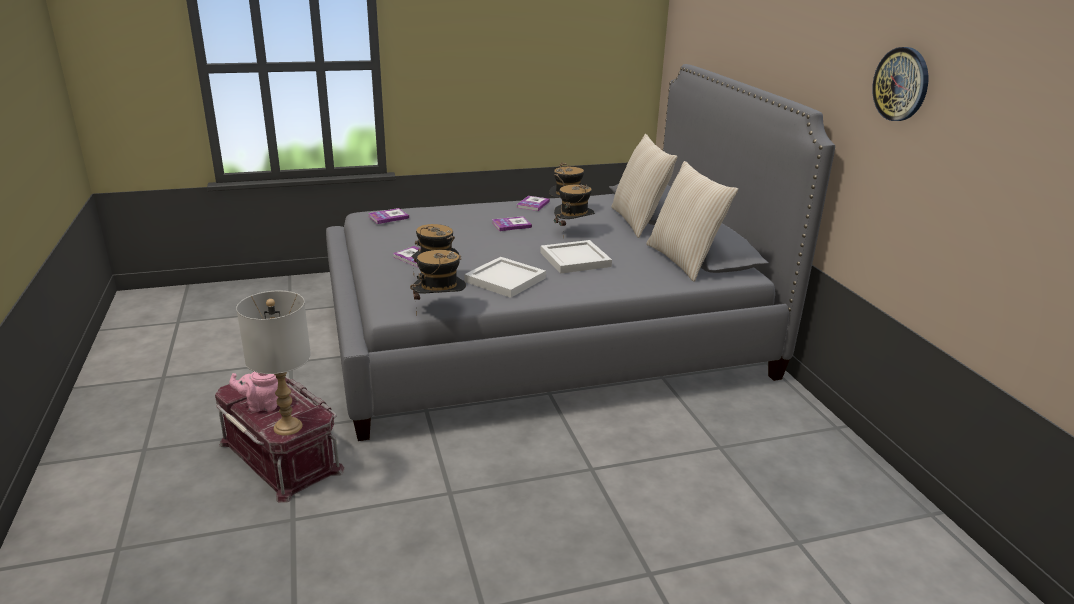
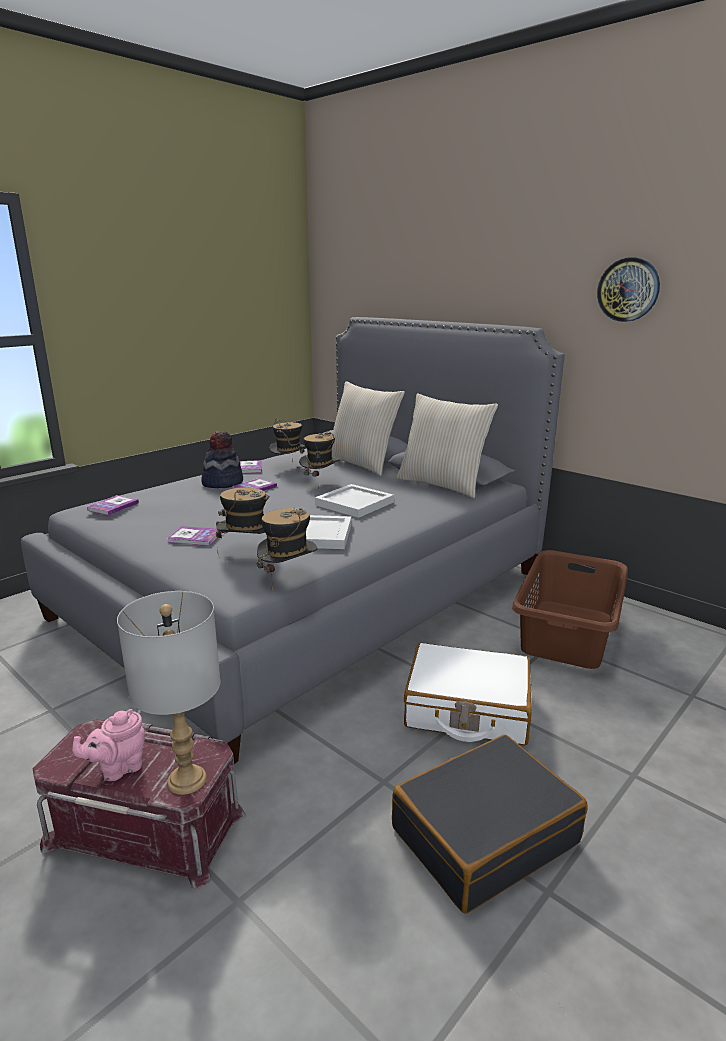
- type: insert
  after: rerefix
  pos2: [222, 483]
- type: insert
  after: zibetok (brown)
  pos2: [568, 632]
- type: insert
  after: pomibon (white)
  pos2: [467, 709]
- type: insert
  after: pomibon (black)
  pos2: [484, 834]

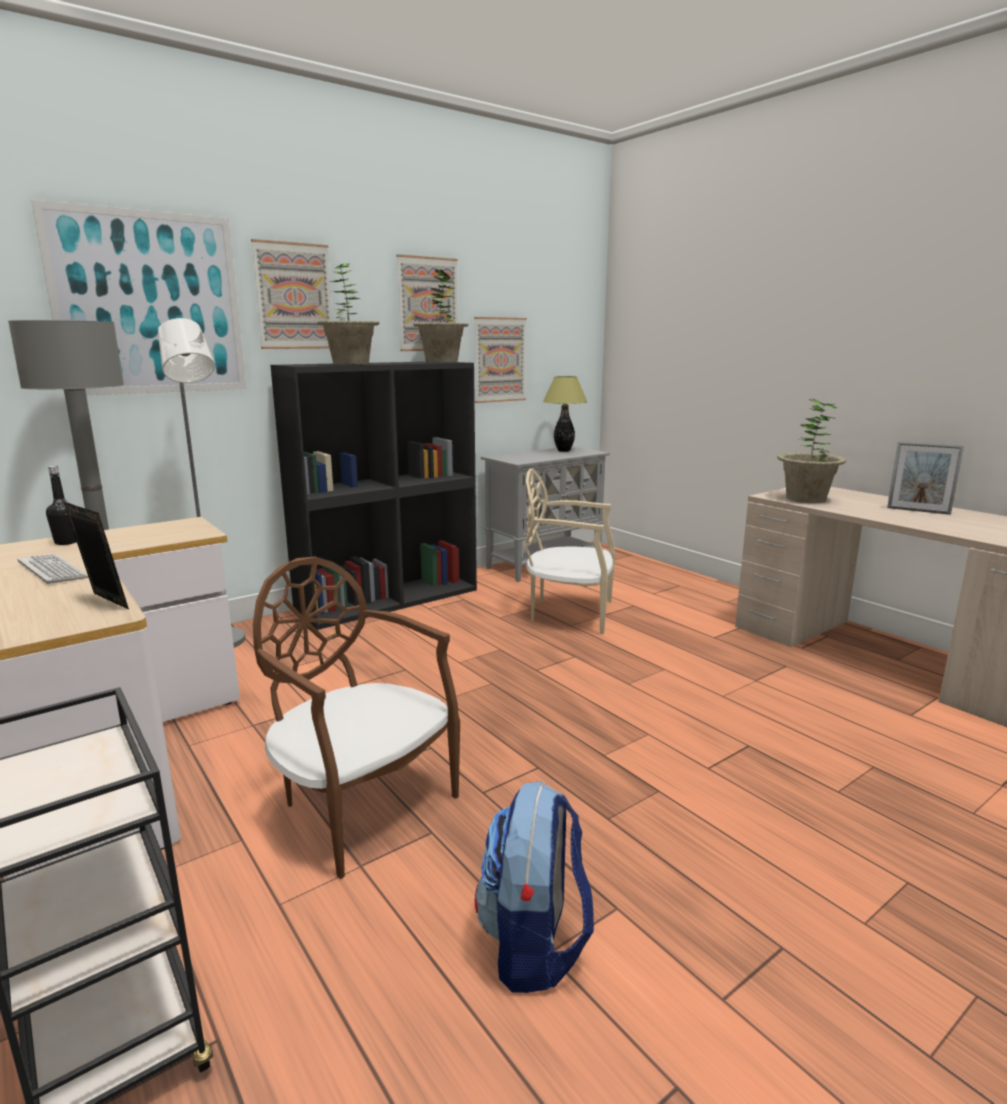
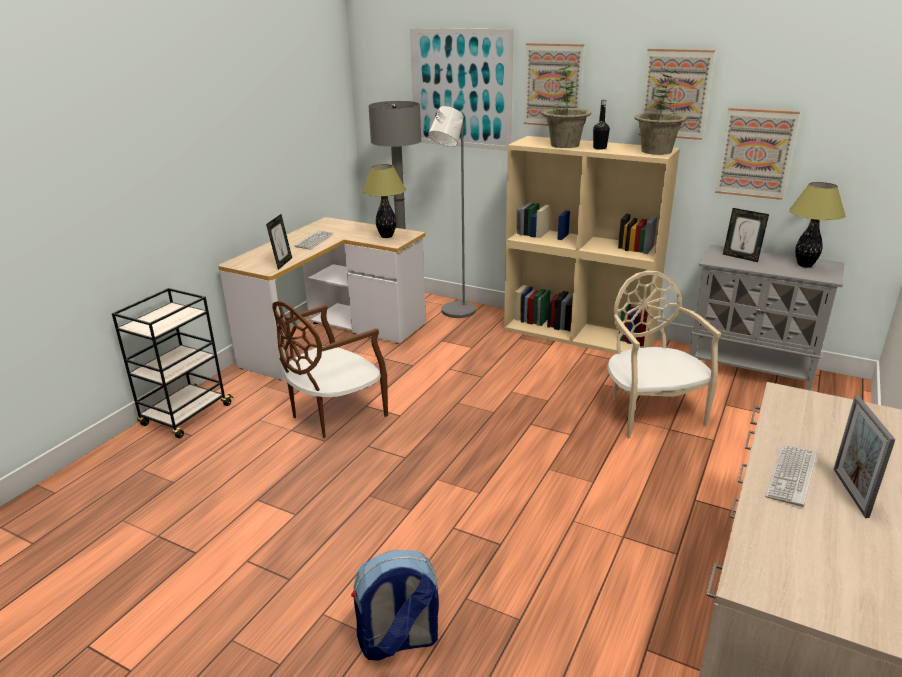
- type: recolor
  before: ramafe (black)
  after: ramafe (beige)
  pos1: [389, 599]
  pos2: [579, 334]
- type: delete
  before: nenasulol
  pos1: [805, 499]
- type: move
  before: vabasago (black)
  pos1: [67, 542]
  pos2: [599, 148]
- type: rotate
  before: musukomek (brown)
  pos1: [361, 806]
  pos2: [334, 414]
  turn: -150
- type: move
  before: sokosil
  pos1: [534, 944]
  pos2: [398, 641]
- type: insert
  after: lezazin
  pos2: [386, 236]
- type: insert
  after: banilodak
  pos2: [741, 257]
- type: insert
  after: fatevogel
  pos2: [791, 476]

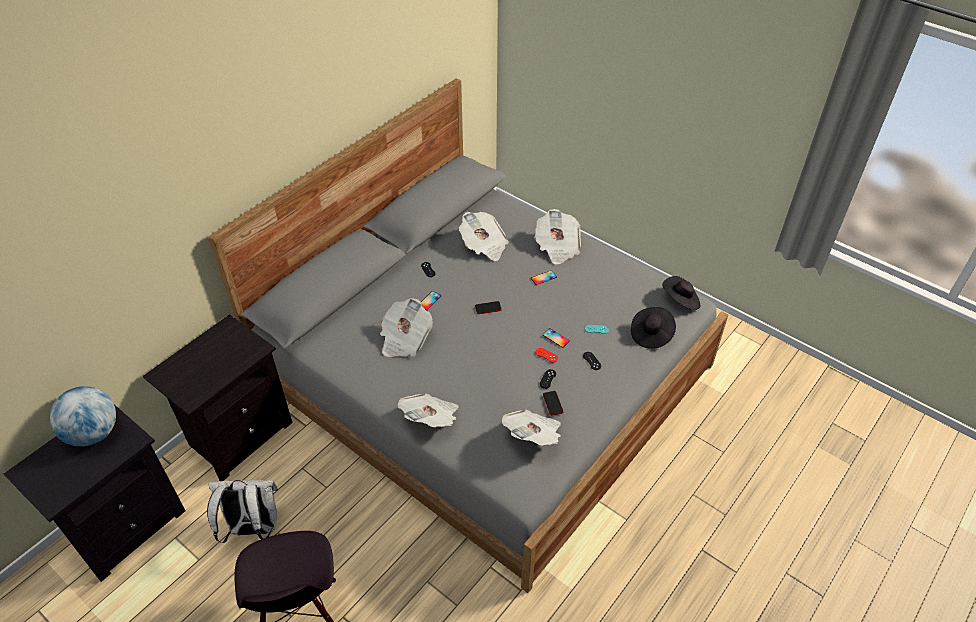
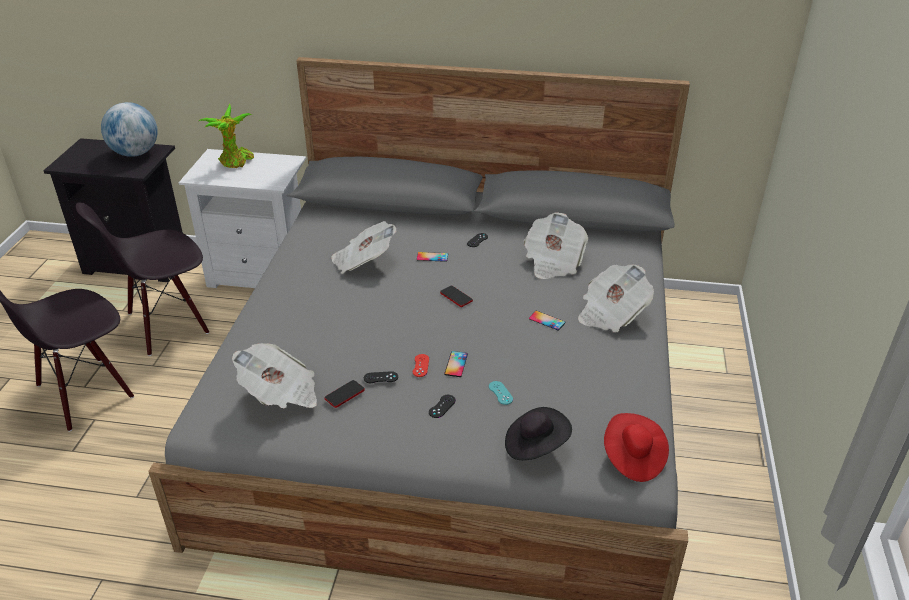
- type: recolor
  before: rerefix (black)
  after: rerefix (red)
  pos1: [680, 301]
  pos2: [632, 458]
- type: recolor
  before: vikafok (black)
  after: vikafok (white)
  pos1: [238, 434]
  pos2: [262, 273]
- type: delete
  before: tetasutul
  pos1: [431, 419]
- type: replace
  before: sokosil (white)
  after: musukomek (black)
  pos1: [252, 528]
  pos2: [167, 324]
- type: insert
  after: nenasulol
  pos2: [235, 162]

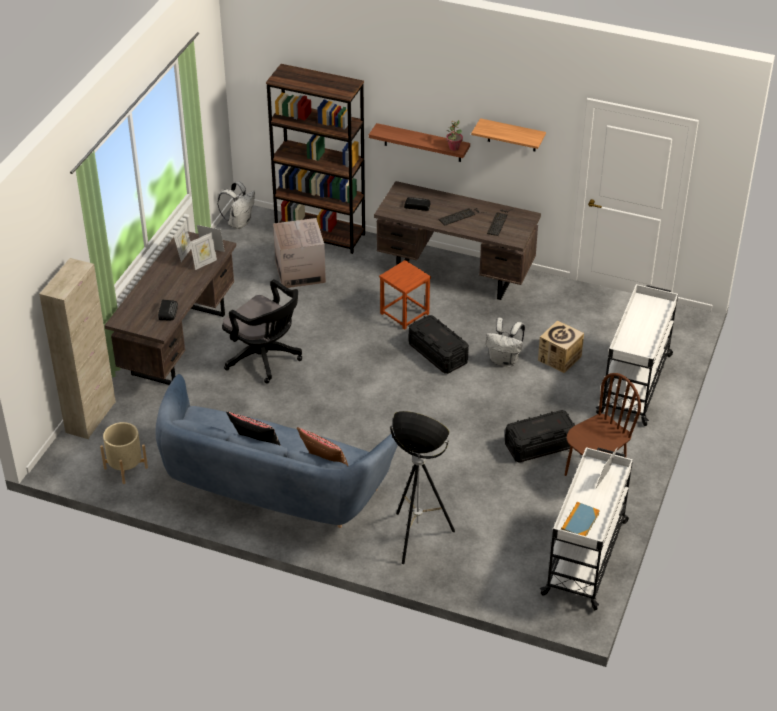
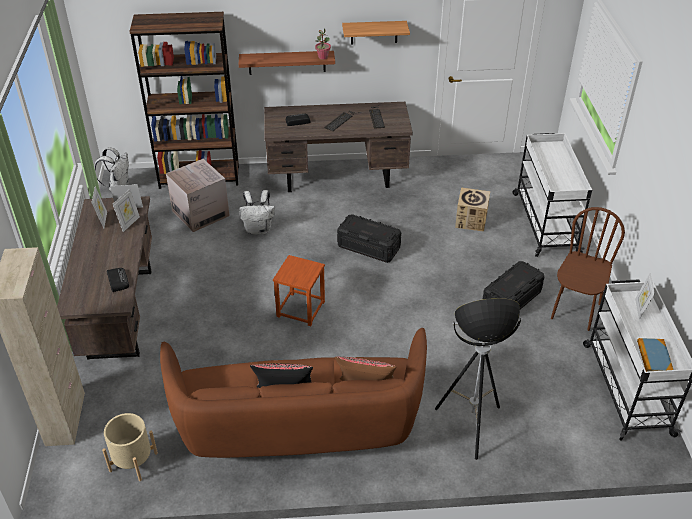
- type: move
  before: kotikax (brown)
  pos1: [404, 313]
  pos2: [300, 309]
- type: delete
  before: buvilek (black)
  pos1: [265, 359]
- type: move
  before: sokosil (white)
  pos1: [505, 361]
  pos2: [259, 229]
- type: recolor
  before: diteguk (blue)
  after: diteguk (brown)
  pos1: [271, 486]
  pos2: [298, 425]

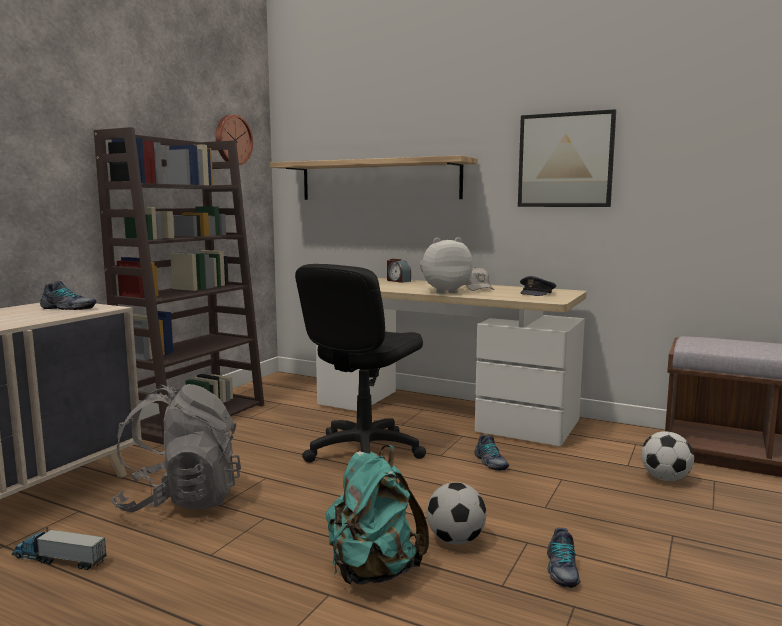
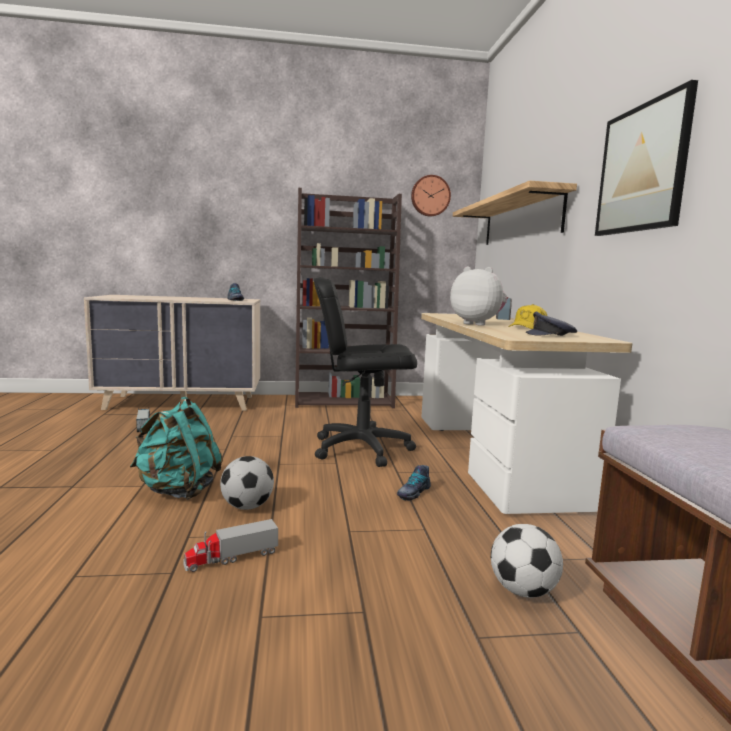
- type: recolor
  before: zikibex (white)
  after: zikibex (yellow)
  pos1: [477, 288]
  pos2: [528, 327]
- type: delete
  before: sokosil (grey)
  pos1: [181, 500]
- type: replace
  before: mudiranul
  after: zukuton
  pos1: [561, 570]
  pos2: [231, 557]

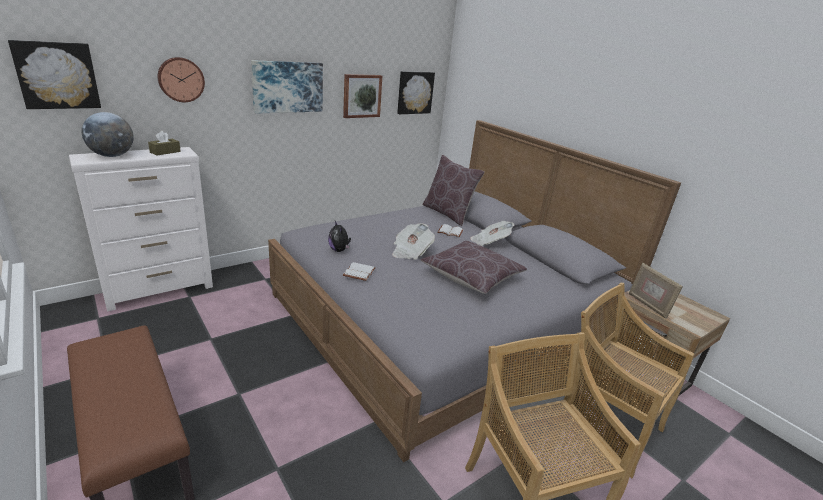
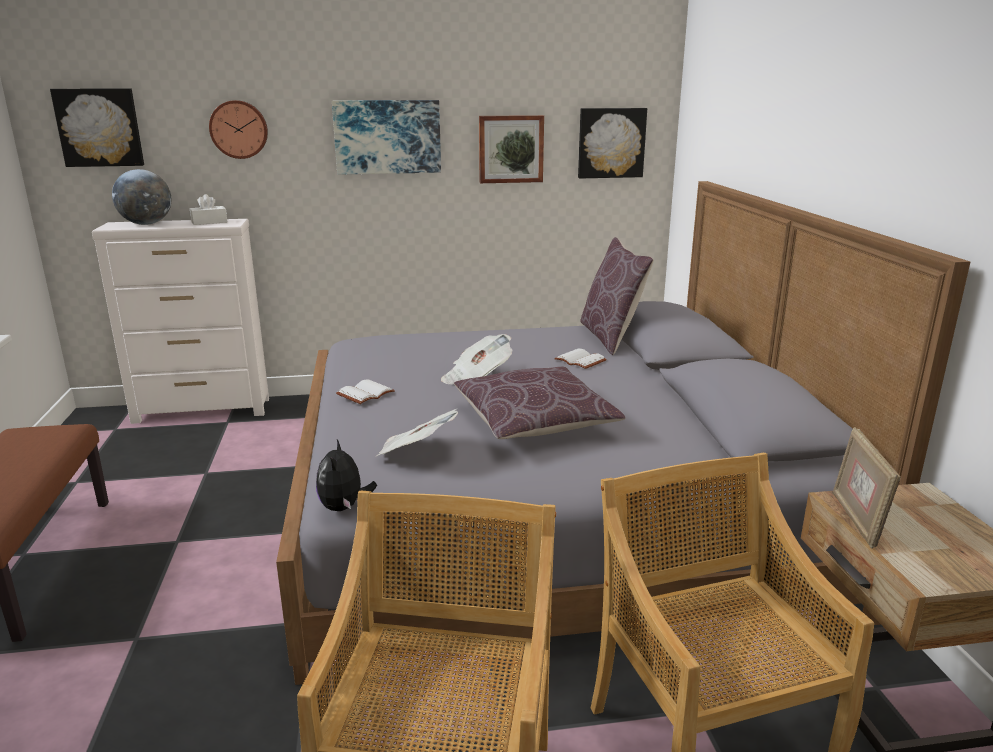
- type: recolor
  before: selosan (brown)
  after: selosan (white)
  pos1: [165, 152]
  pos2: [209, 222]
- type: move
  before: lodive
  pos1: [339, 250]
  pos2: [344, 507]
- type: move
  before: tetasutul
  pos1: [490, 242]
  pos2: [417, 453]

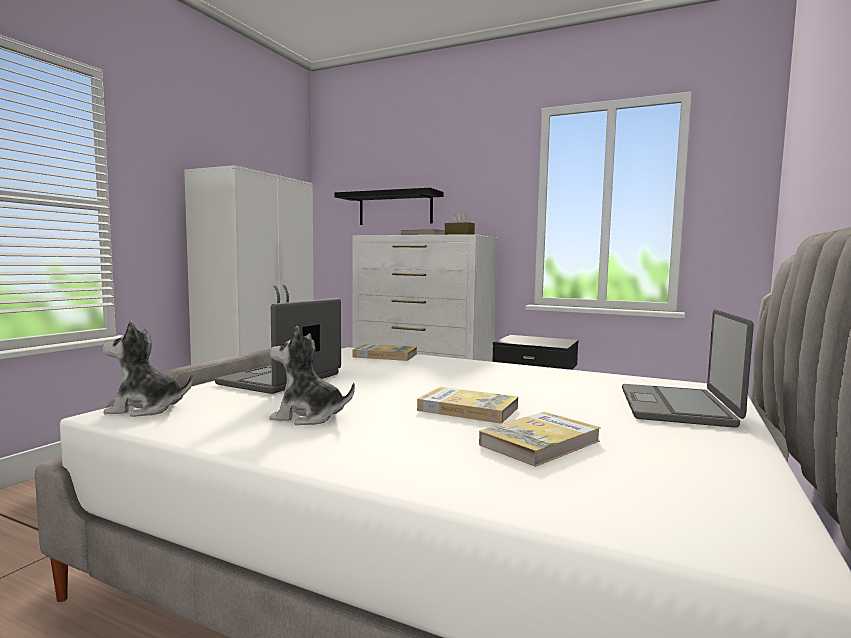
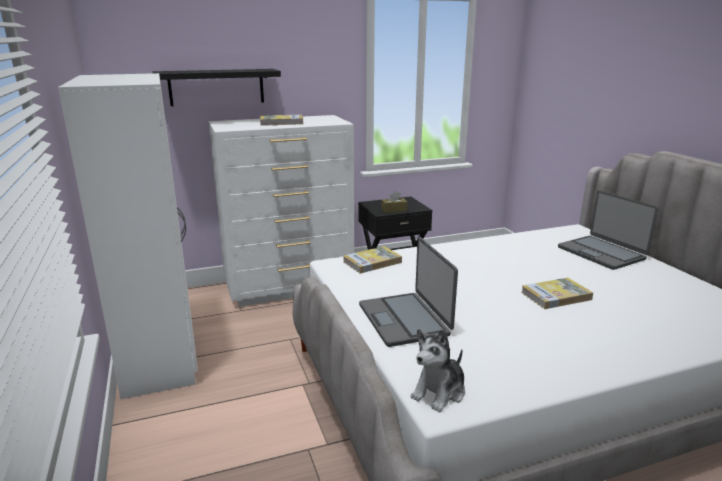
- type: move
  before: selosan (brown)
  pos1: [459, 235]
  pos2: [394, 210]
- type: delete
  before: lodive
  pos1: [308, 417]
- type: delete
  before: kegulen
  pos1: [540, 443]

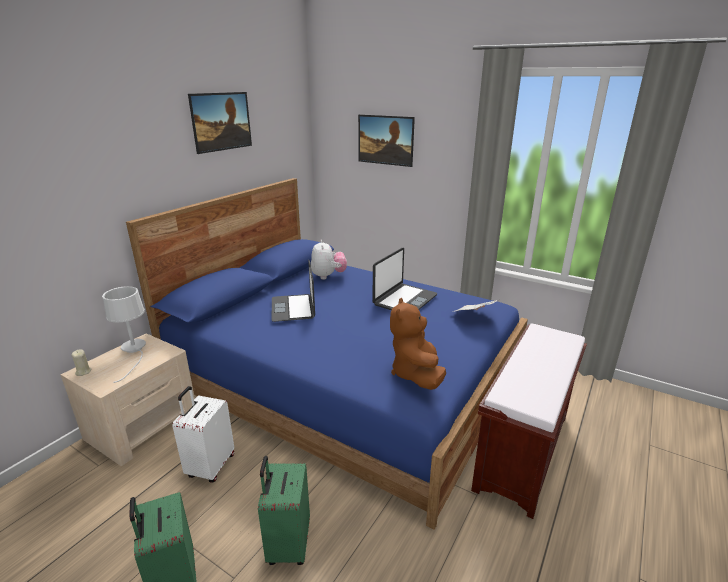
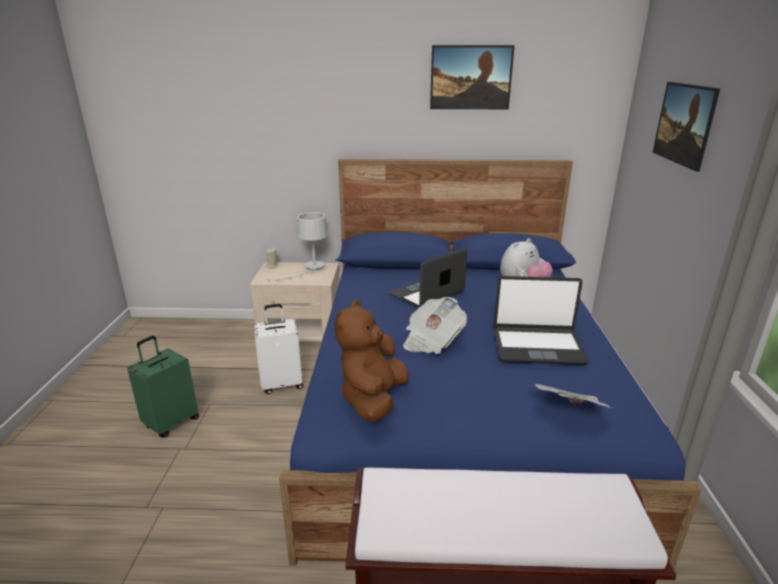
- type: rotate
  before: lodive (brown)
  pos1: [416, 374]
  pos2: [373, 399]
  turn: -45
- type: delete
  before: pomibon (green)
  pos1: [287, 544]
- type: insert
  after: tetasutul
  pos2: [432, 340]

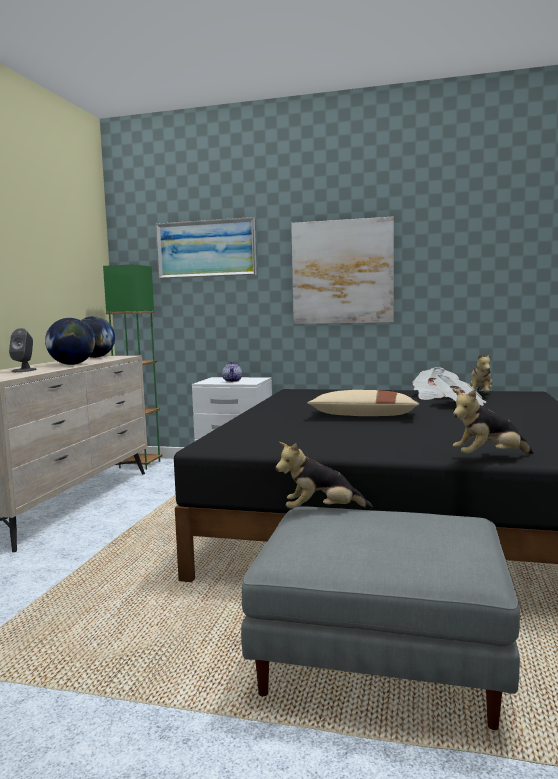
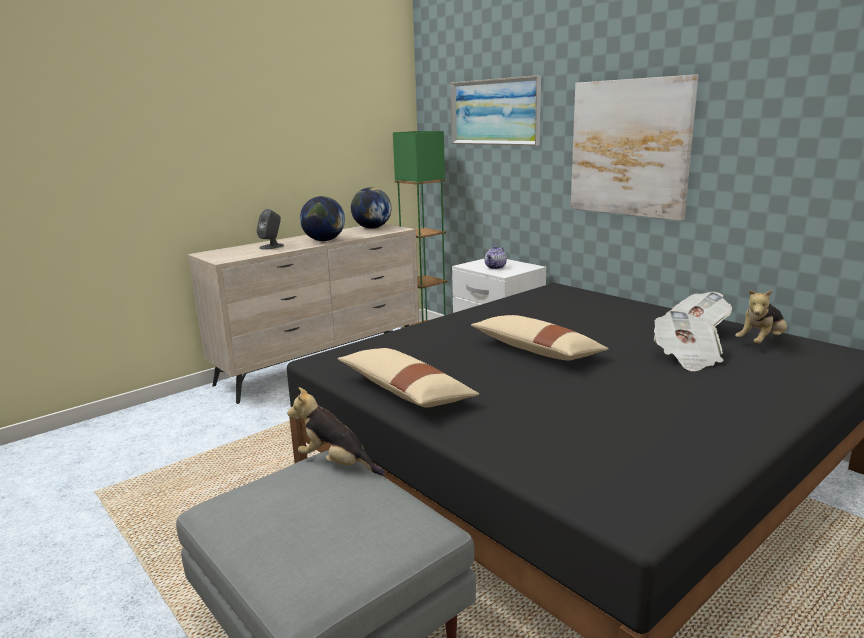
- type: delete
  before: lodive
  pos1: [489, 458]
- type: insert
  after: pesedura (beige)
  pos2: [405, 391]

